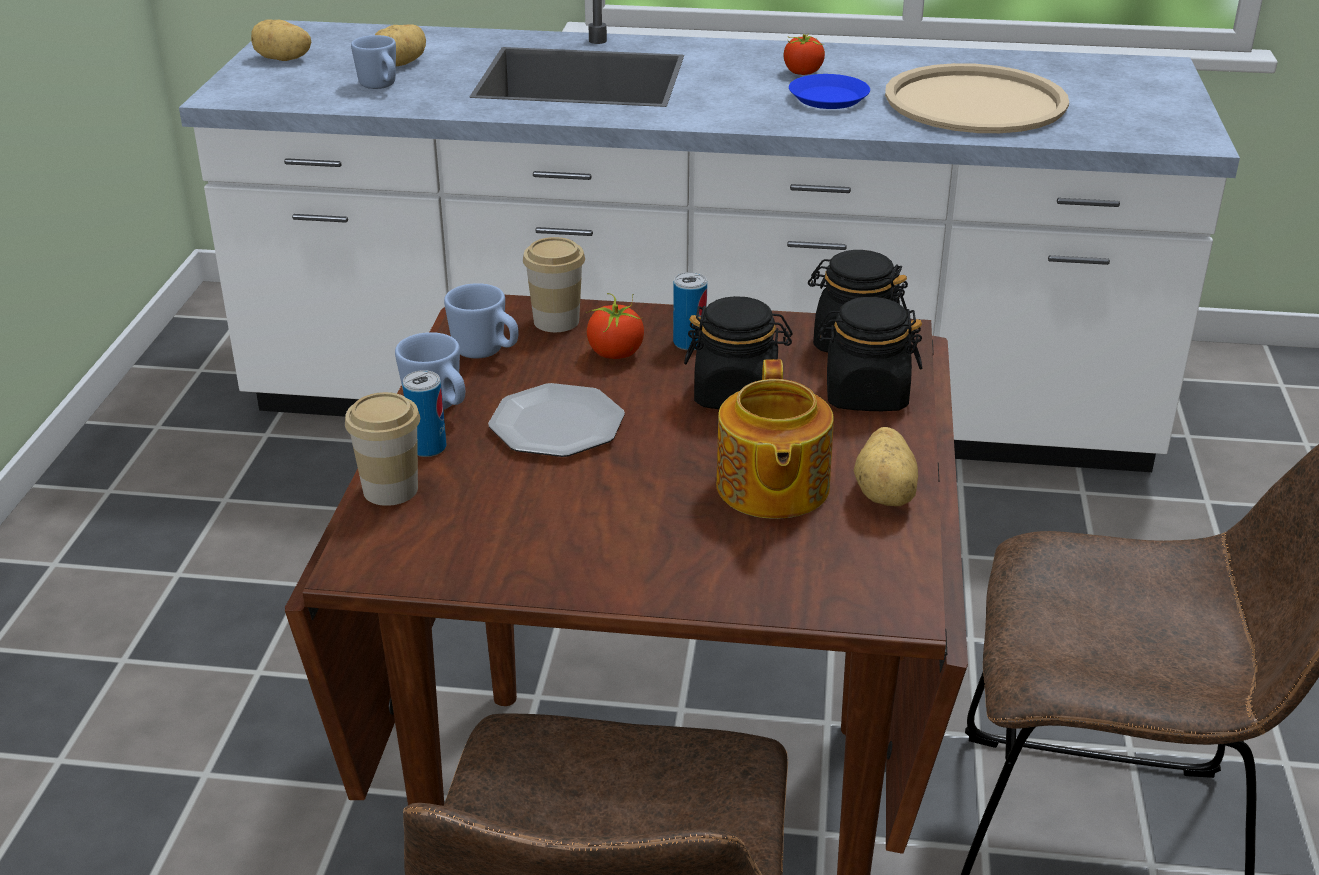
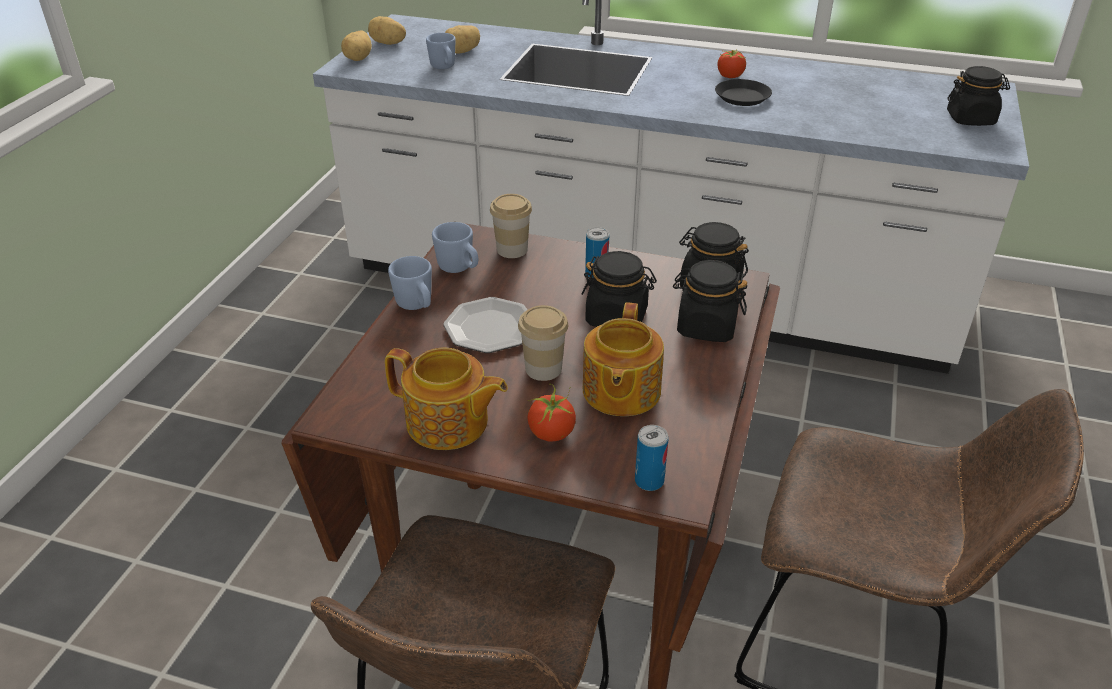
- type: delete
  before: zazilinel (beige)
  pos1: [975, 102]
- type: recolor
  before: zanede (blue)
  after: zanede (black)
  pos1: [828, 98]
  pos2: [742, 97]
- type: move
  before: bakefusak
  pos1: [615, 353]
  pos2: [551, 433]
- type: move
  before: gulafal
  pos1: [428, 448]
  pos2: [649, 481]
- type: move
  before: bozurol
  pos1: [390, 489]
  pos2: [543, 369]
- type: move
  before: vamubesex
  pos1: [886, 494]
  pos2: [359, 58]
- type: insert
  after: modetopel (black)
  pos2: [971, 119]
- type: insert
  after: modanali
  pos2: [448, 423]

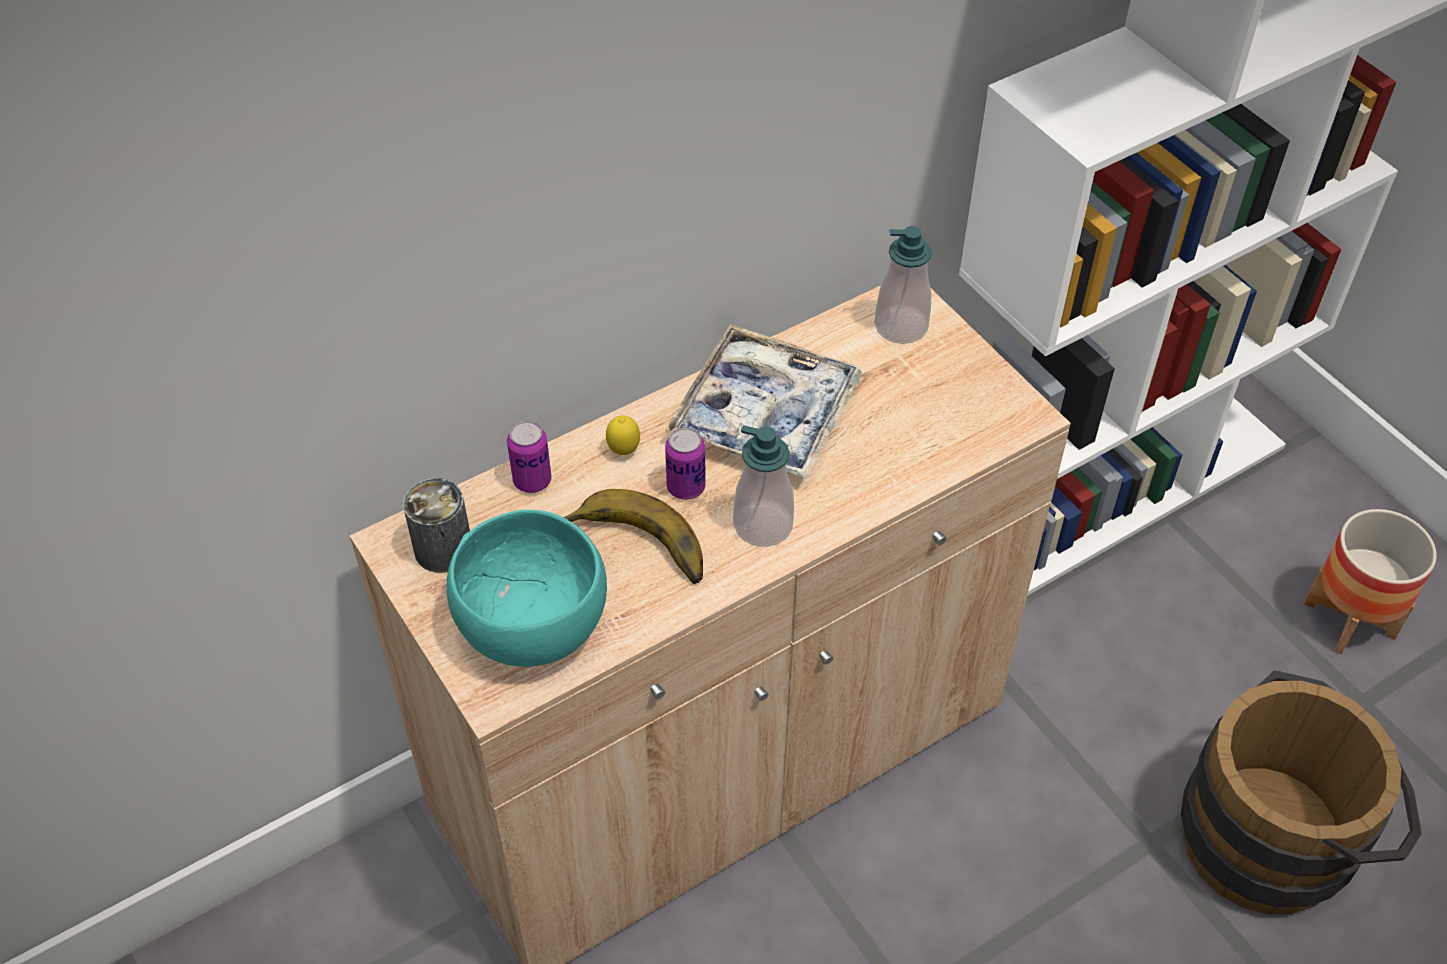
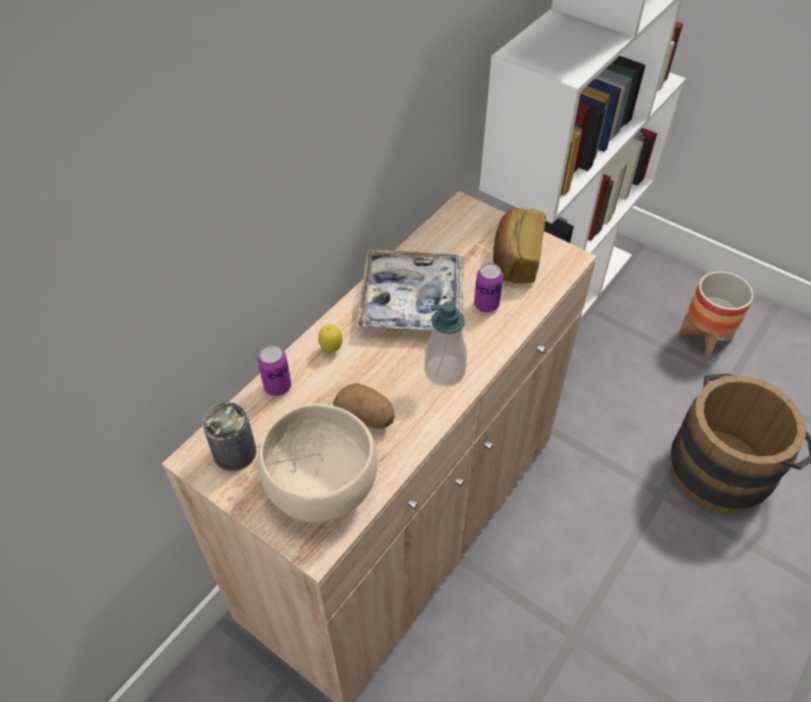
- type: delete
  before: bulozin
  pos1: [901, 326]
- type: move
  before: gulafal
  pos1: [686, 487]
  pos2: [486, 305]
- type: replace
  before: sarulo
  after: vamubesex
  pos1: [629, 554]
  pos2: [366, 417]
- type: recolor
  before: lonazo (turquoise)
  after: lonazo (beige)
  pos1: [531, 627]
  pos2: [321, 488]
- type: insert
  after: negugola
  pos2: [515, 260]

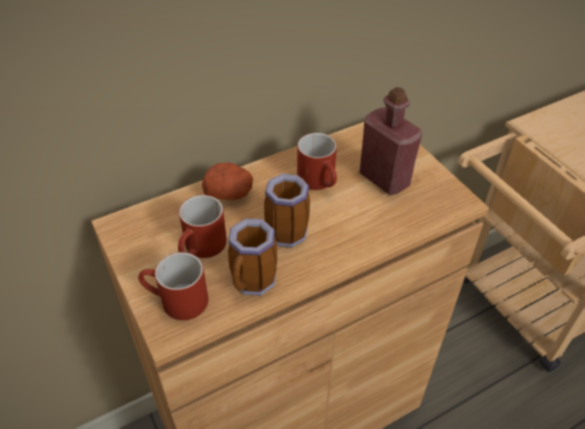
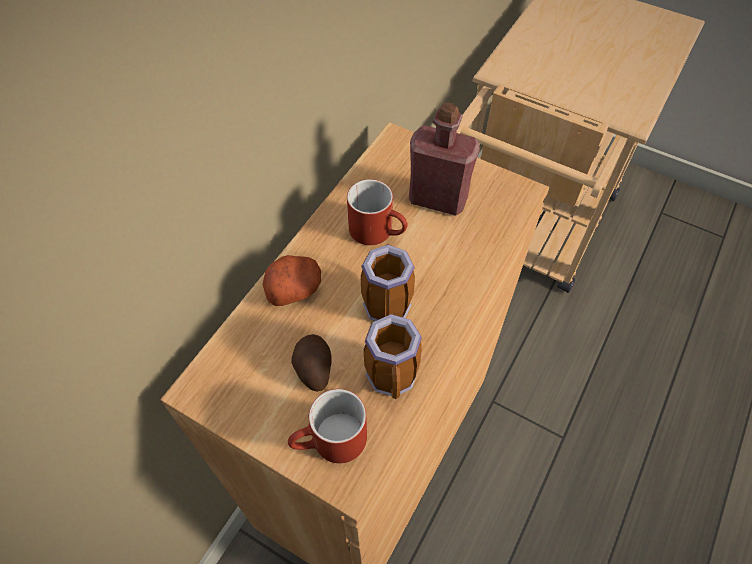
- type: replace
  before: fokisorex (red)
  after: vamubesex
  pos1: [202, 249]
  pos2: [313, 368]

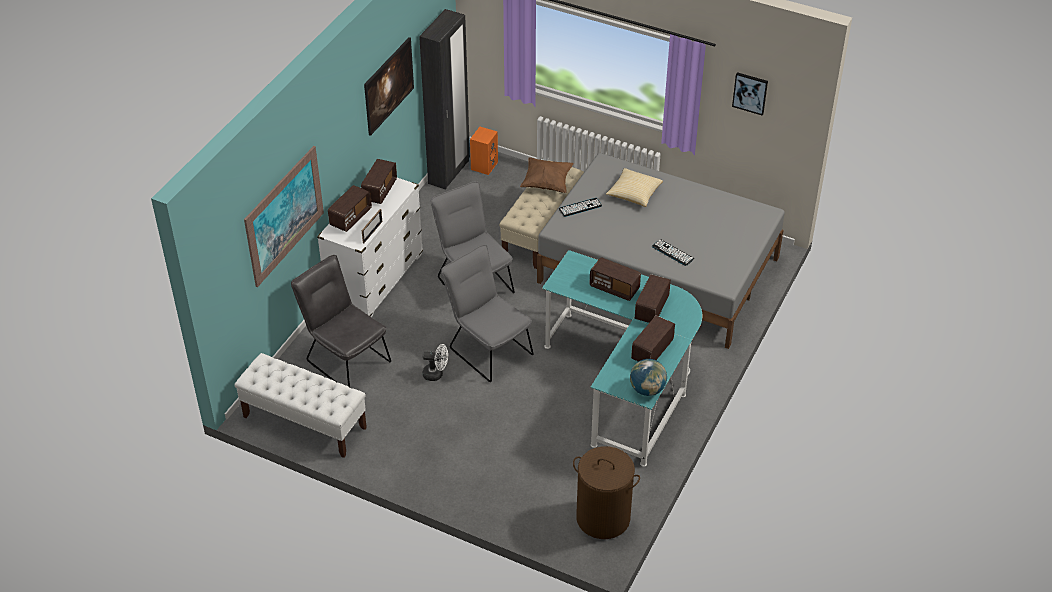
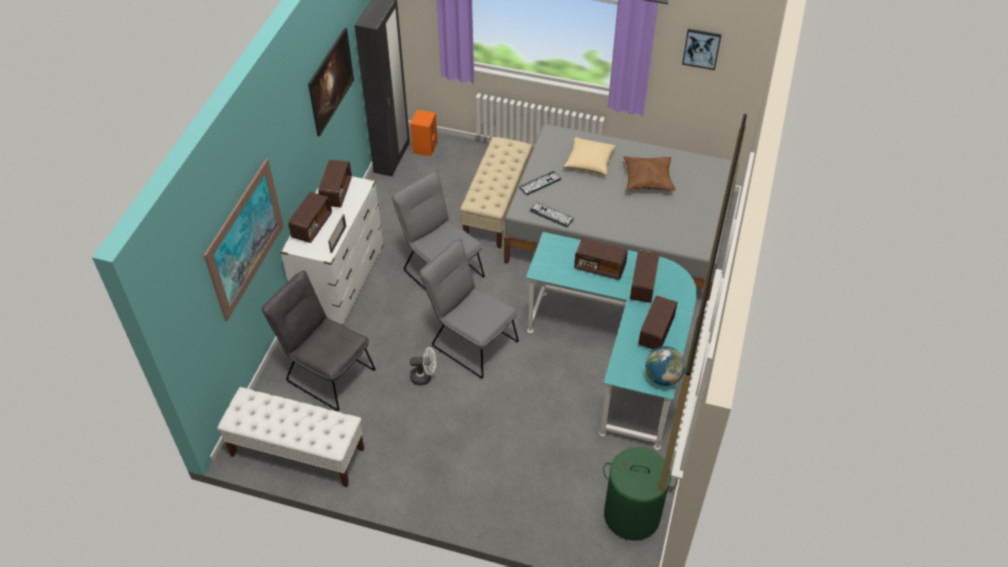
- type: move
  before: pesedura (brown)
  pos1: [546, 183]
  pos2: [647, 181]
- type: move
  before: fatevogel
  pos1: [672, 253]
  pos2: [551, 215]
- type: recolor
  before: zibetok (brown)
  after: zibetok (green)
  pos1: [603, 518]
  pos2: [632, 515]

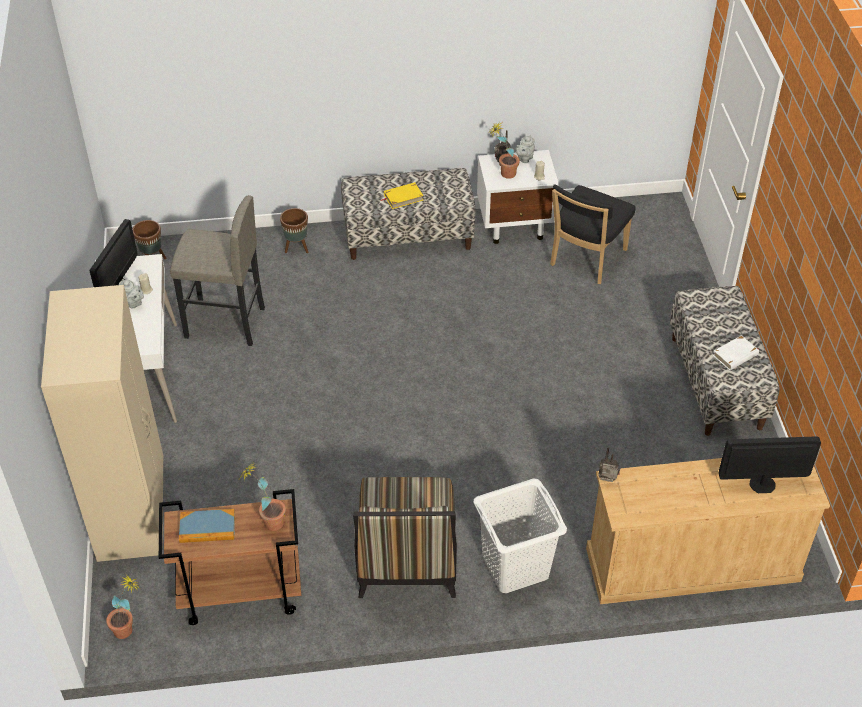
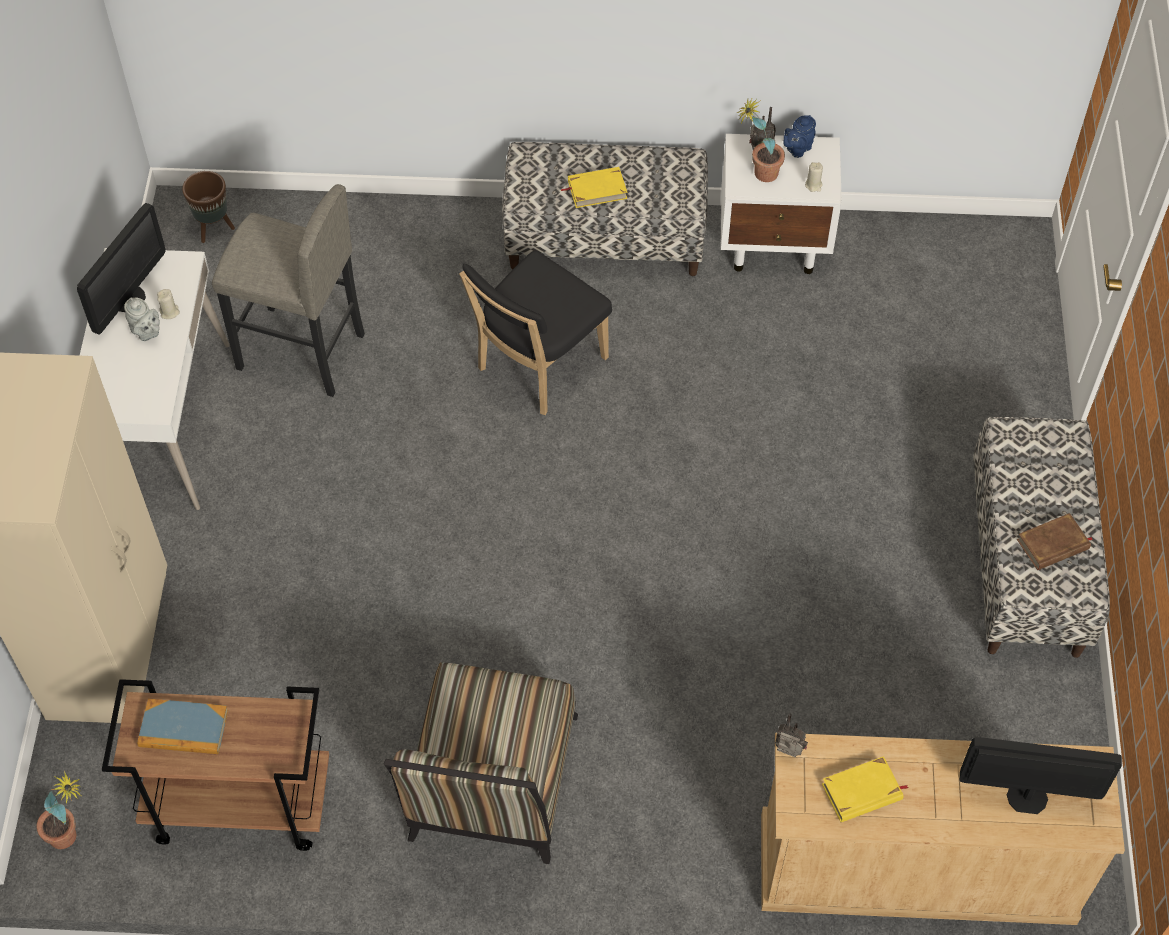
- type: recolor
  before: modanali (grey)
  after: modanali (blue)
  pos1: [524, 158]
  pos2: [797, 149]
- type: move
  before: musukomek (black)
  pos1: [586, 259]
  pos2: [537, 367]
- type: delete
  before: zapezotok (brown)
  pos1: [297, 248]
- type: recolor
  before: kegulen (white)
  after: kegulen (brown)
  pos1: [735, 355]
  pos2: [1053, 545]
- type: delete
  before: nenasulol
  pos1: [268, 521]
- type: delete
  before: zibetok (white)
  pos1: [516, 567]
- type: insert
  after: kegulen (yellow)
  pos2: [862, 792]

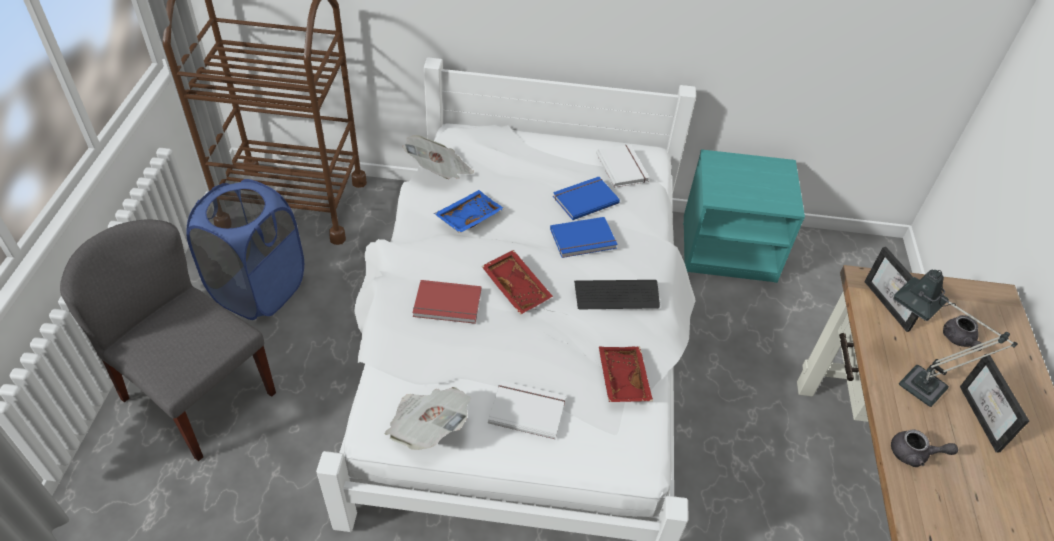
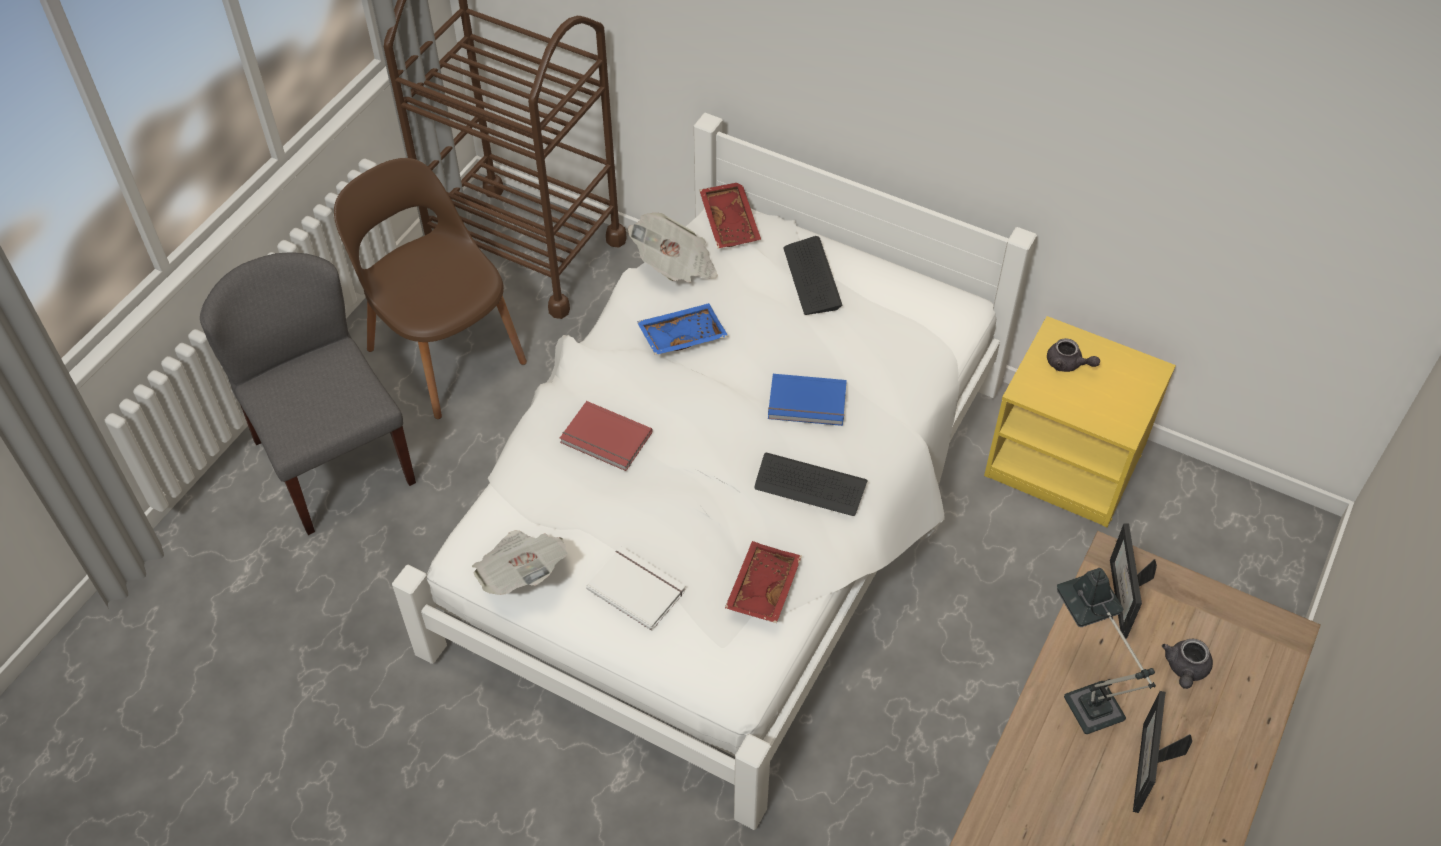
- type: delete
  before: kegulen (white)
  pos1: [623, 167]
- type: recolor
  before: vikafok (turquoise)
  after: vikafok (yellow)
  pos1: [729, 248]
  pos2: [1067, 461]
- type: delete
  before: kegulen (blue)
  pos1: [584, 199]
- type: replace
  before: zibetok (blue)
  after: musukomek (brown)
  pos1: [259, 289]
  pos2: [444, 352]
- type: move
  before: zazilinel (red)
  pos1: [517, 287]
  pos2: [731, 222]
- type: move
  before: modanali (grey)
  pos1: [914, 454]
  pos2: [1068, 364]
- type: insert
  after: fatevogel
  pos2: [812, 277]

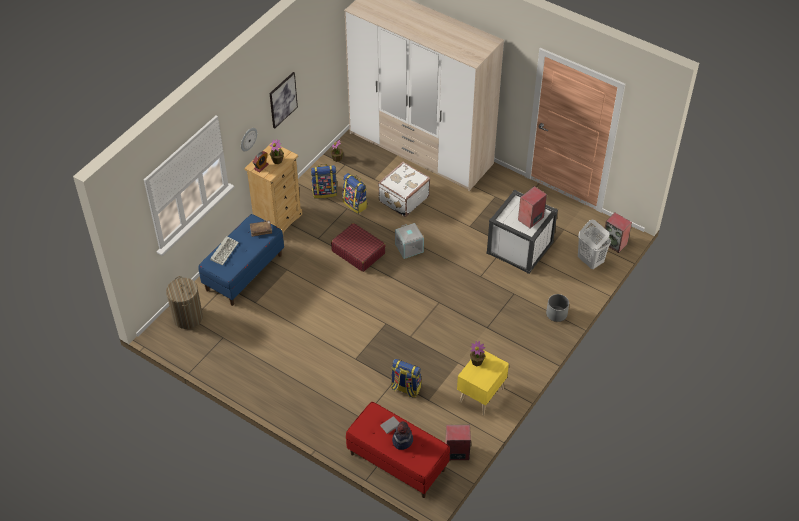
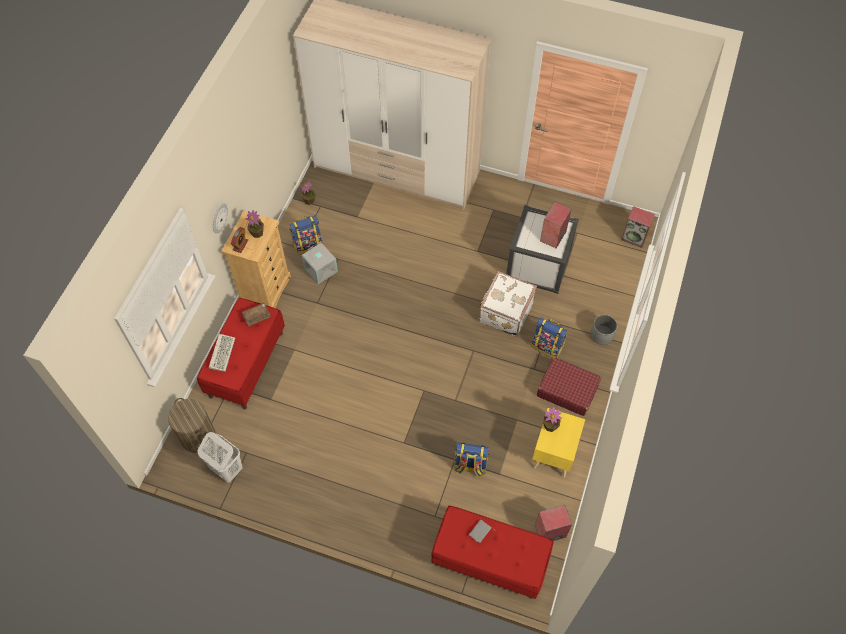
- type: delete
  before: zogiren
  pos1: [282, 100]
- type: move
  before: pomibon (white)
  pos1: [403, 199]
  pos2: [504, 312]
- type: move
  before: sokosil
  pos1: [355, 204]
  pos2: [547, 346]
- type: recolor
  before: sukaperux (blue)
  after: sukaperux (red)
  pos1: [244, 272]
  pos2: [246, 364]
- type: move
  before: zibetok (white)
  pos1: [590, 261]
  pos2: [226, 469]
- type: move
  before: pomibon (red)
  pos1: [358, 252]
  pos2: [567, 390]
- type: move
  before: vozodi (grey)
  pos1: [409, 248]
  pos2: [321, 269]
- type: delete
  before: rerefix
  pos1: [402, 440]

